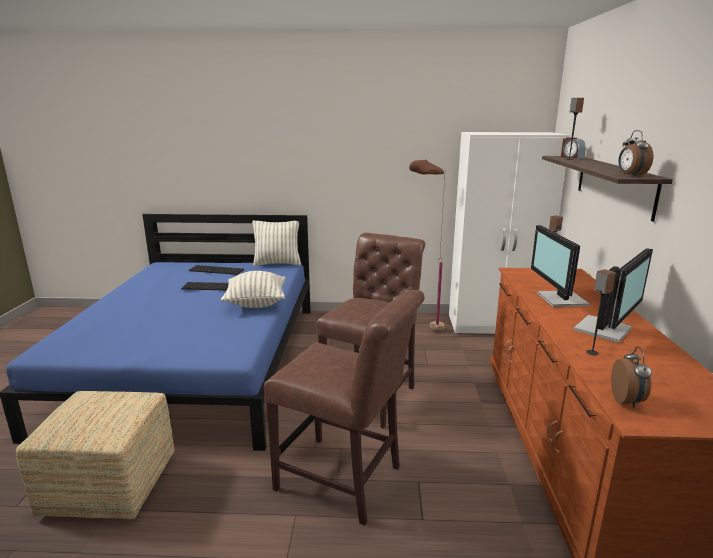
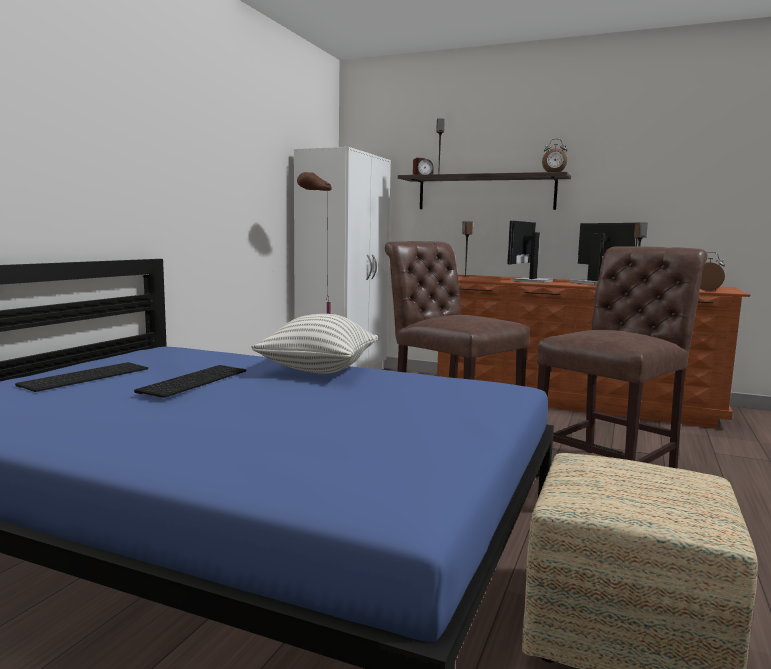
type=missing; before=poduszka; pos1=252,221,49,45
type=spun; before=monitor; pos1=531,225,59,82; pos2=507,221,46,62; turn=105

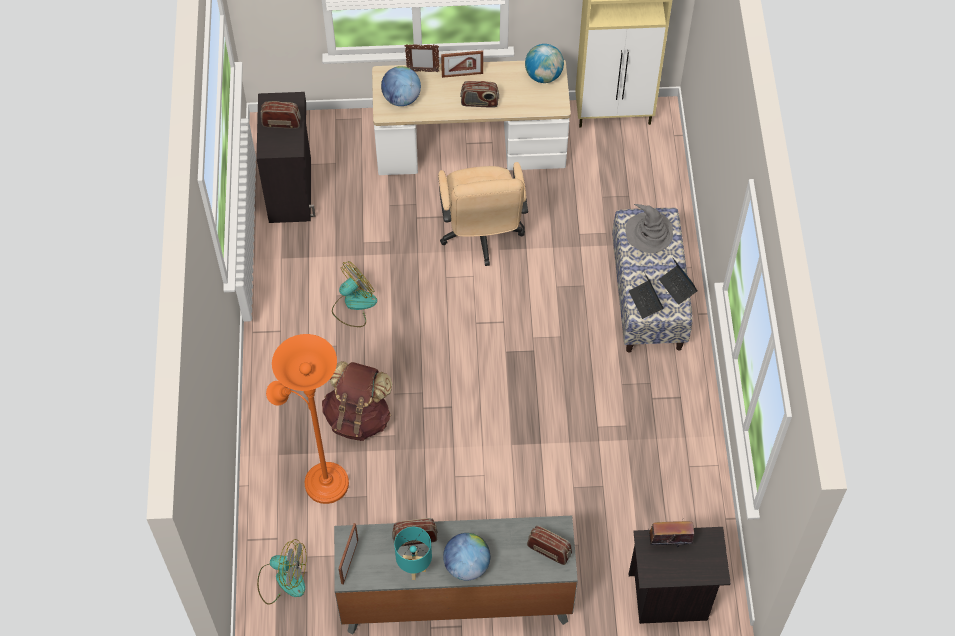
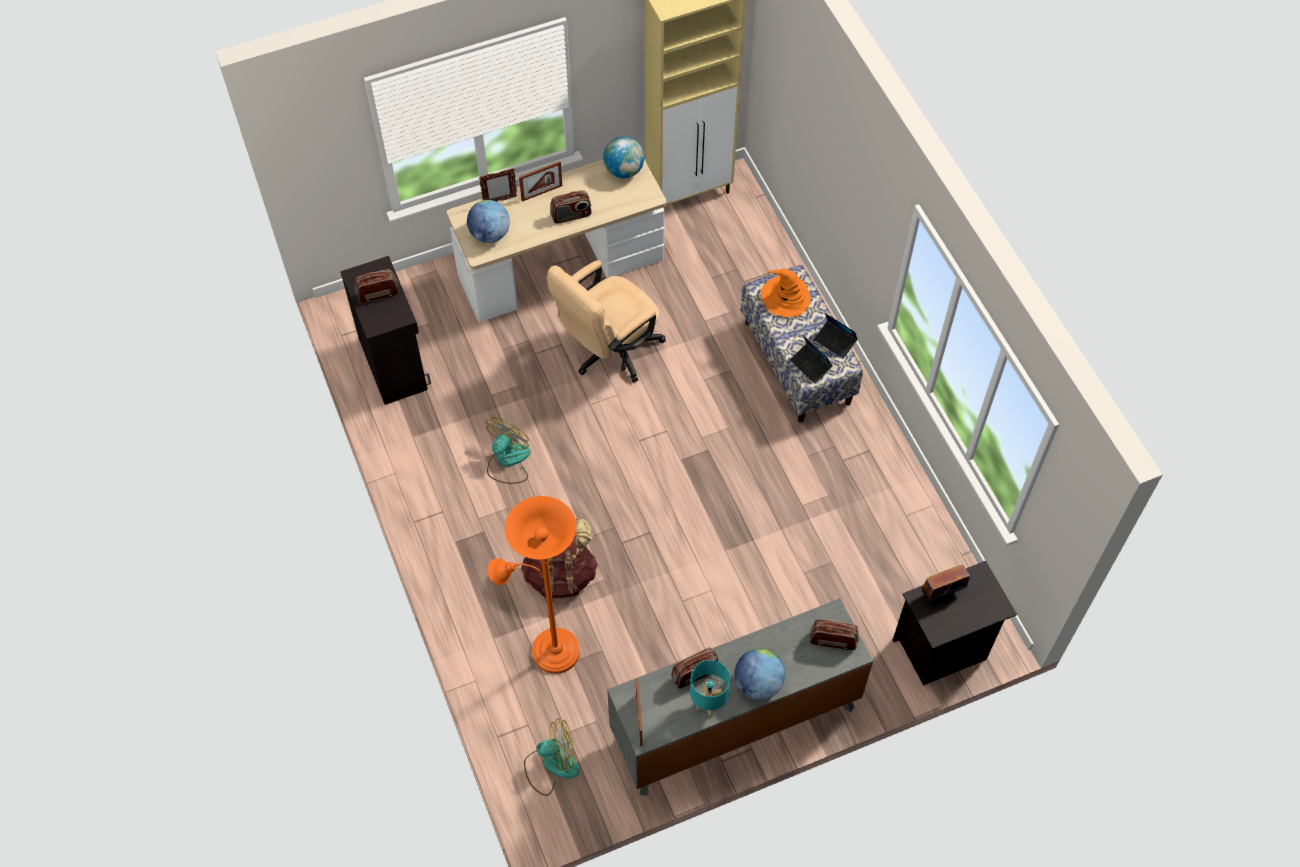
type=colour; before=kapelusz/szary; after=kapelusz/pomarańczowy; pos1=625,204,48,49; pos2=761,268,50,49
type=spun; before=krzesło biurowe/beżowy; pos1=438,162,90,104; pos2=547,260,119,123; turn=75

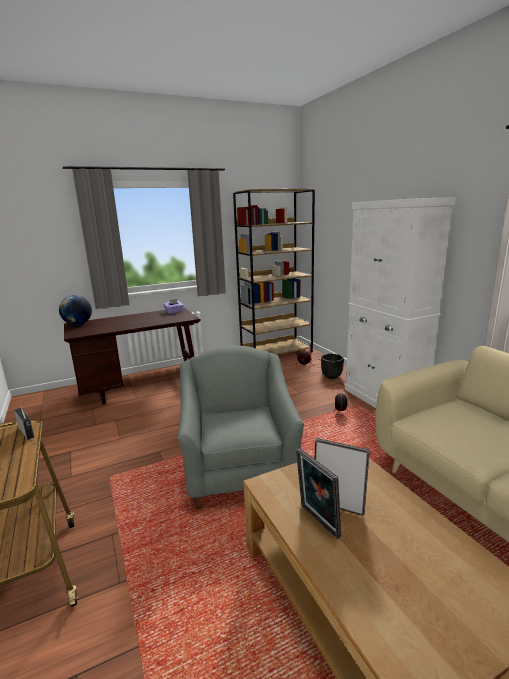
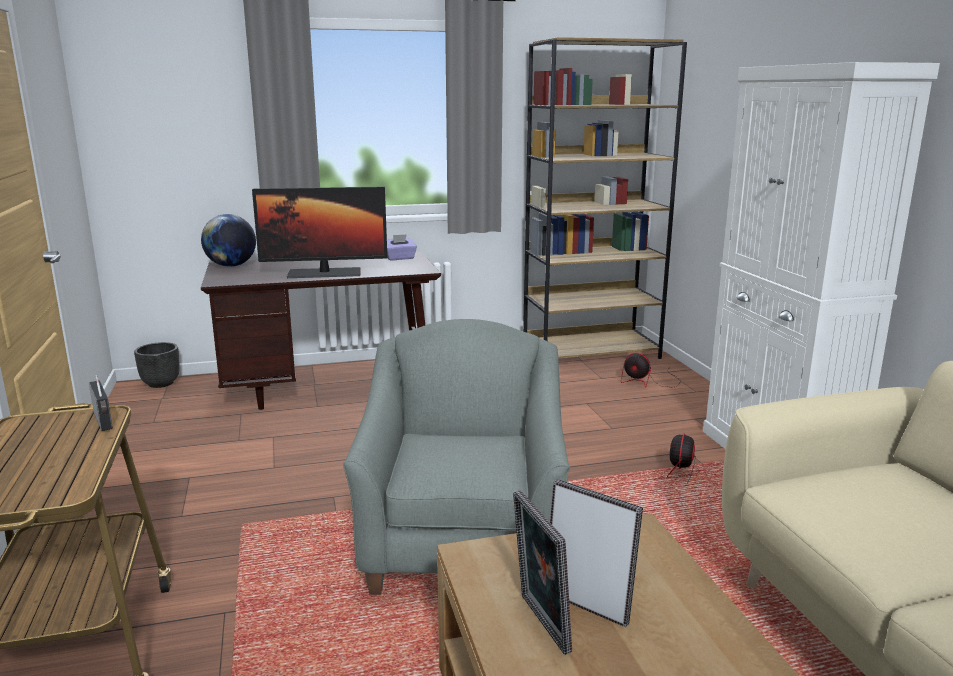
type=appeared; after=monitor; pos2=252,186,135,92
type=relocated; before=donica/czarny; pos1=321,353,23,26; pos2=134,342,46,46

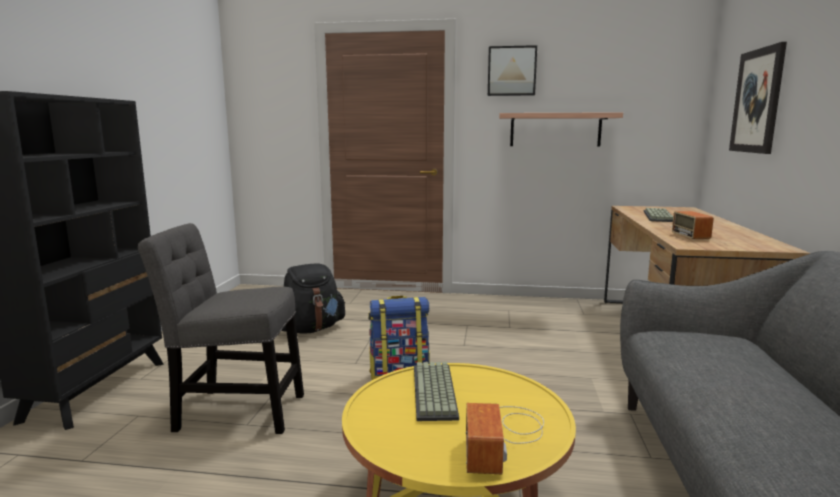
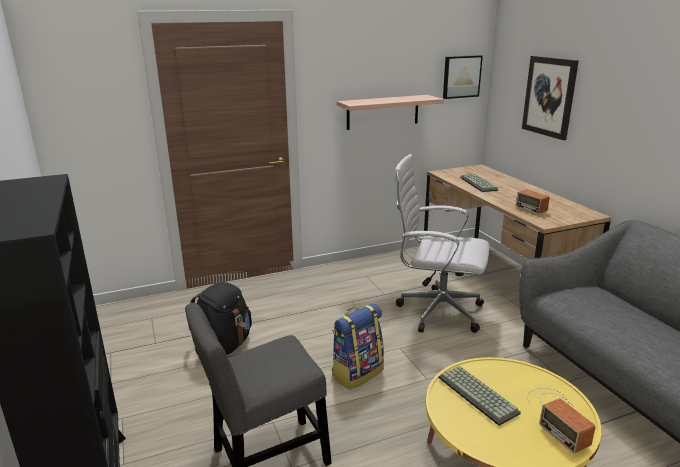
type=appeared; after=krzesło biurowe/biały; pos2=393,154,97,179
type=relocated; before=obraz; pos1=488,45,49,51; pos2=443,55,40,44

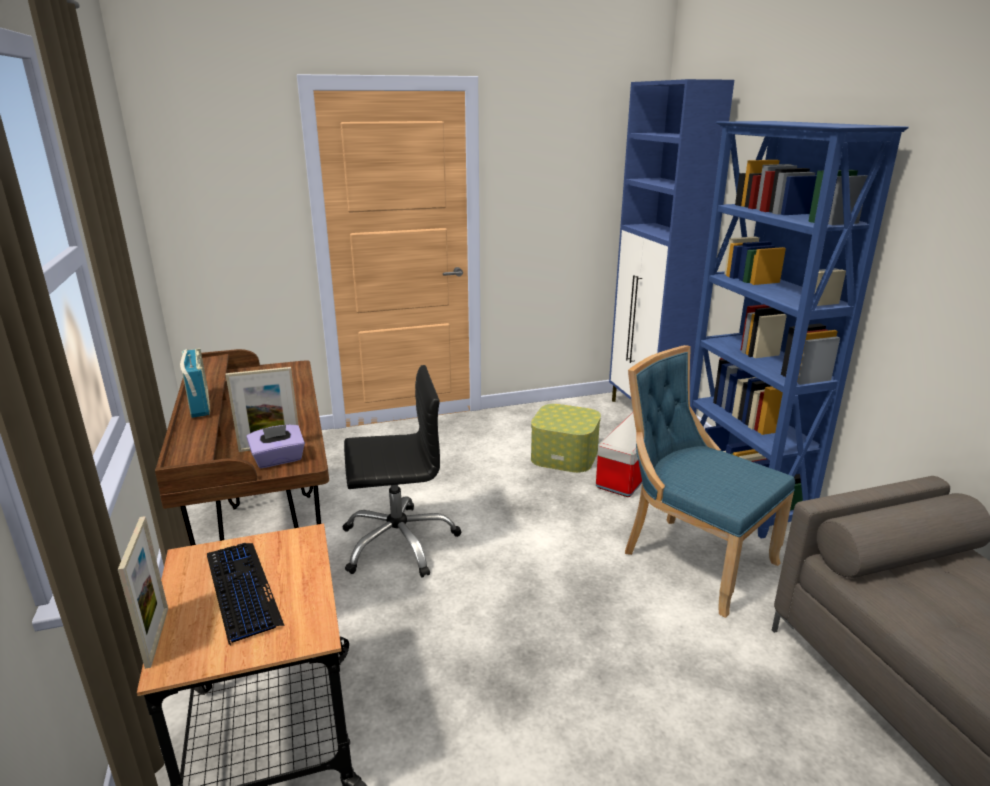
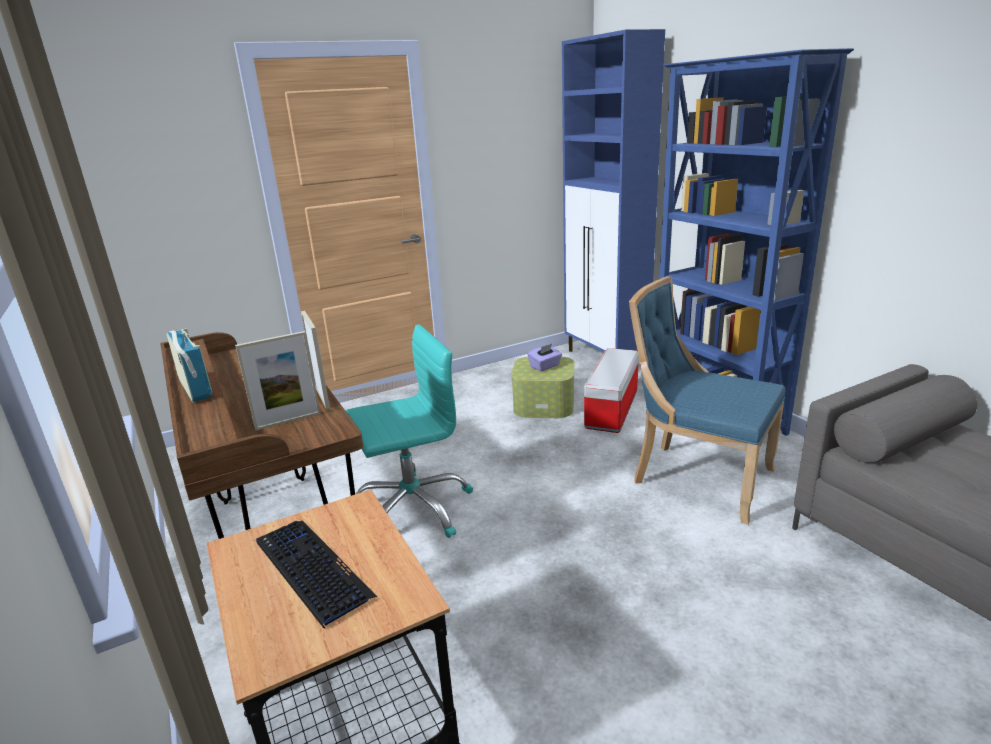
type=relocated; before=ramka na zdjęcie; pos1=118,516,50,153; pos2=301,311,29,98
type=relocated; before=pudełko chusteczek/fioletowy; pos1=246,425,59,43; pos2=527,344,35,27
type=colour; before=krzesło biurowe/czarny; after=krzesło biurowe/turkusowy; pos1=342,365,119,213; pos2=345,324,128,214

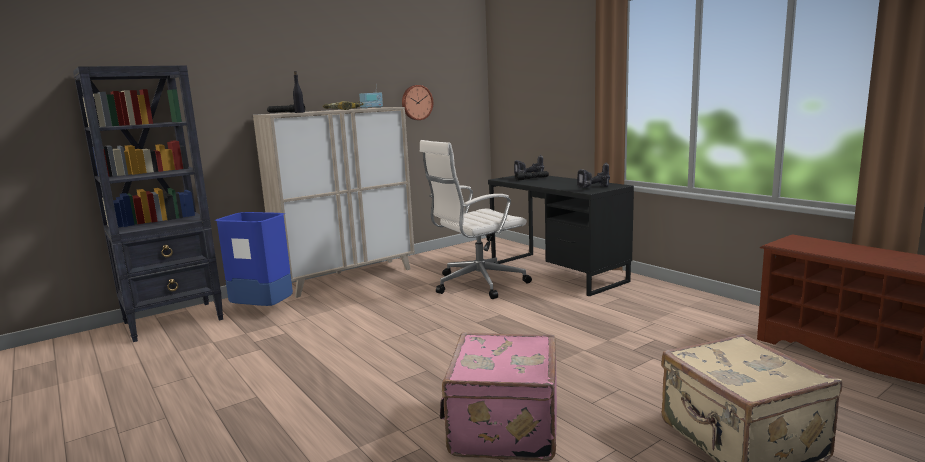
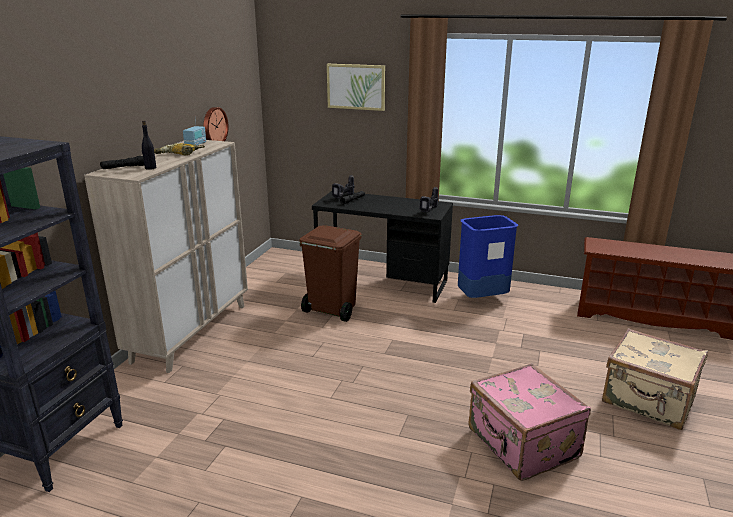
type=appeared; after=obraz; pos2=327,64,58,47
type=relocated; before=kosz na śmieci/niebieski; pos1=215,212,78,94; pos2=458,215,60,83
type=exchanged; before=krzesło biurowe/biały; after=kosz na śmieci/brązowy; pos1=420,140,112,159; pos2=299,225,63,97

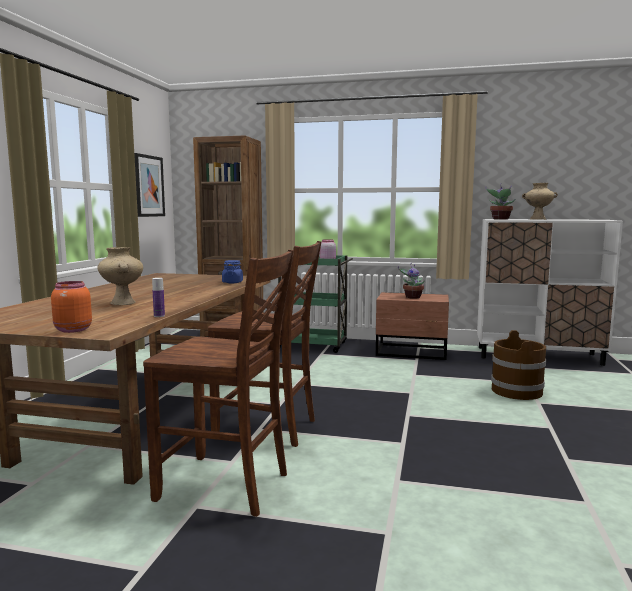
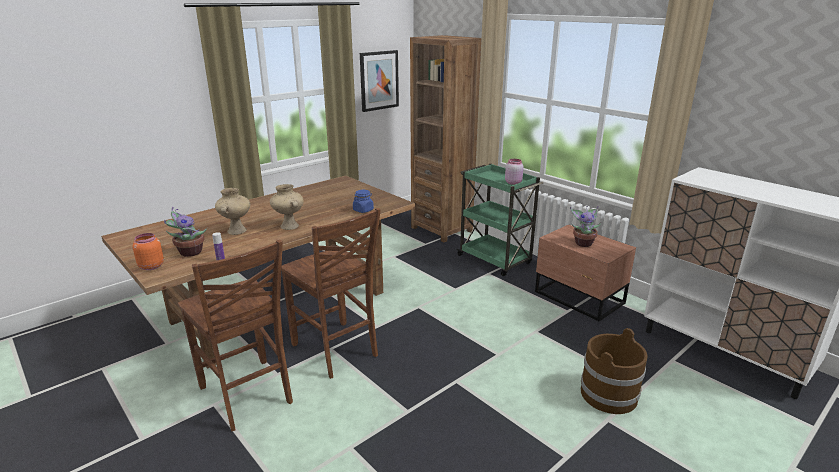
type=relocated; before=roślina doniczkowa; pos1=485,183,30,37; pos2=164,207,43,50
type=relocated; before=wazon/beżowy; pos1=522,183,36,37; pos2=270,184,34,46

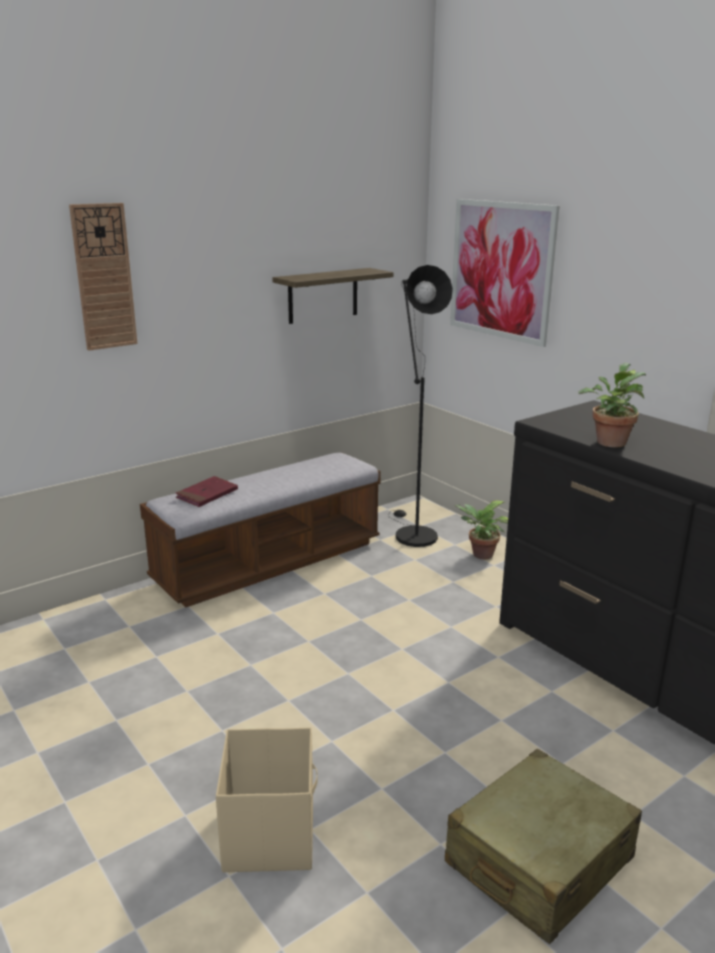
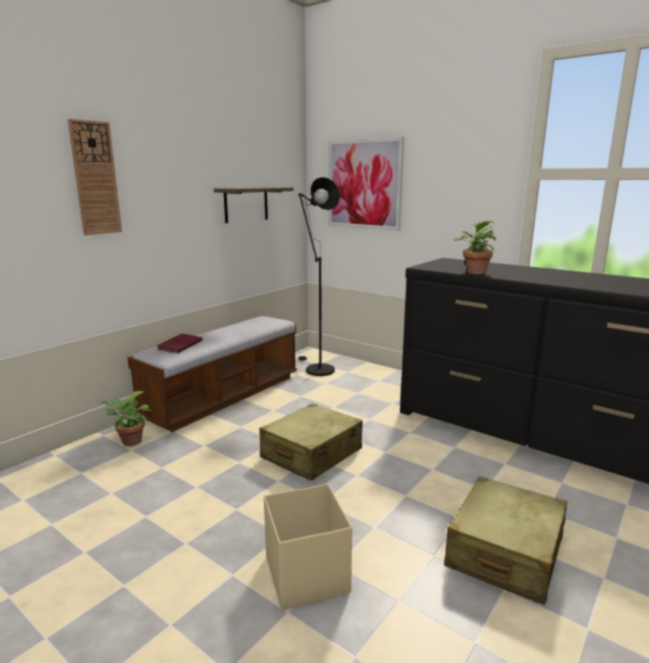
type=appeared; after=walizka/beżowy; pos2=259,404,103,77
type=relocated; before=roślina doniczkowa; pos1=455,501,53,58; pos2=97,391,54,55

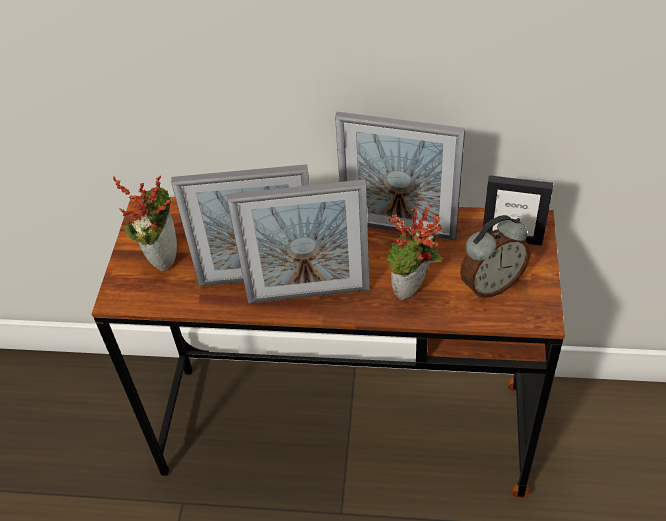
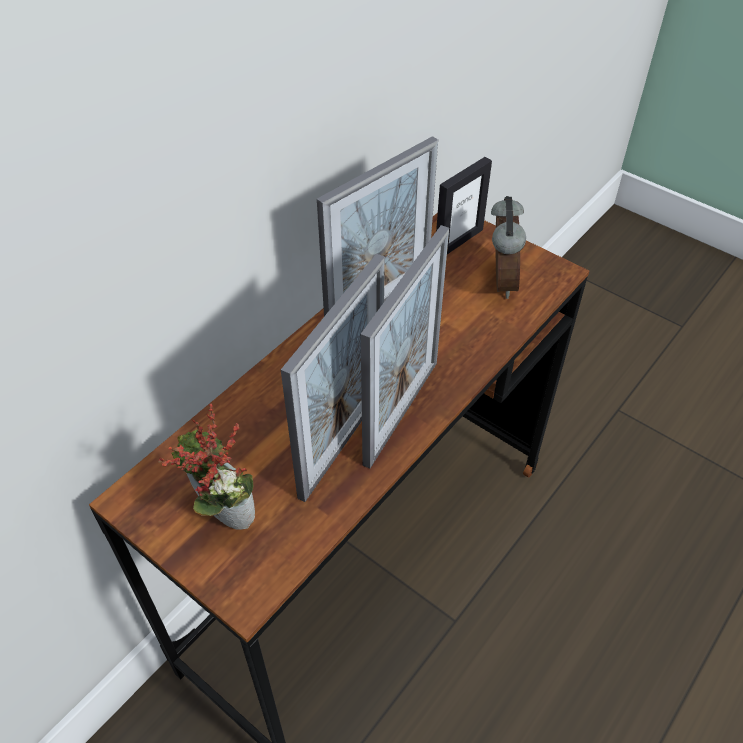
type=missing; before=roślina doniczkowa; pos1=387,205,56,95

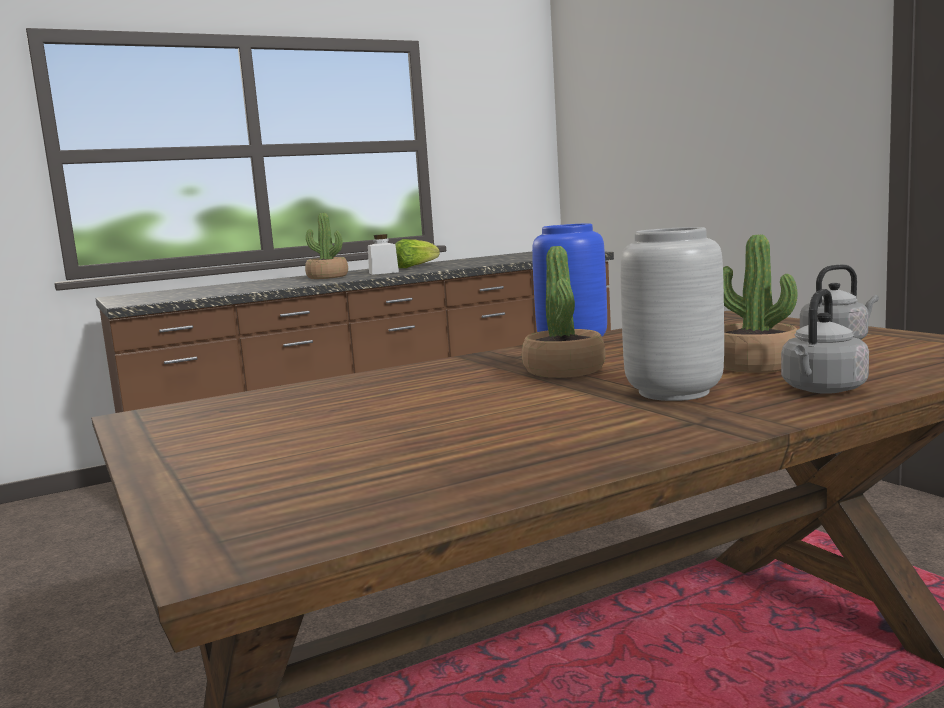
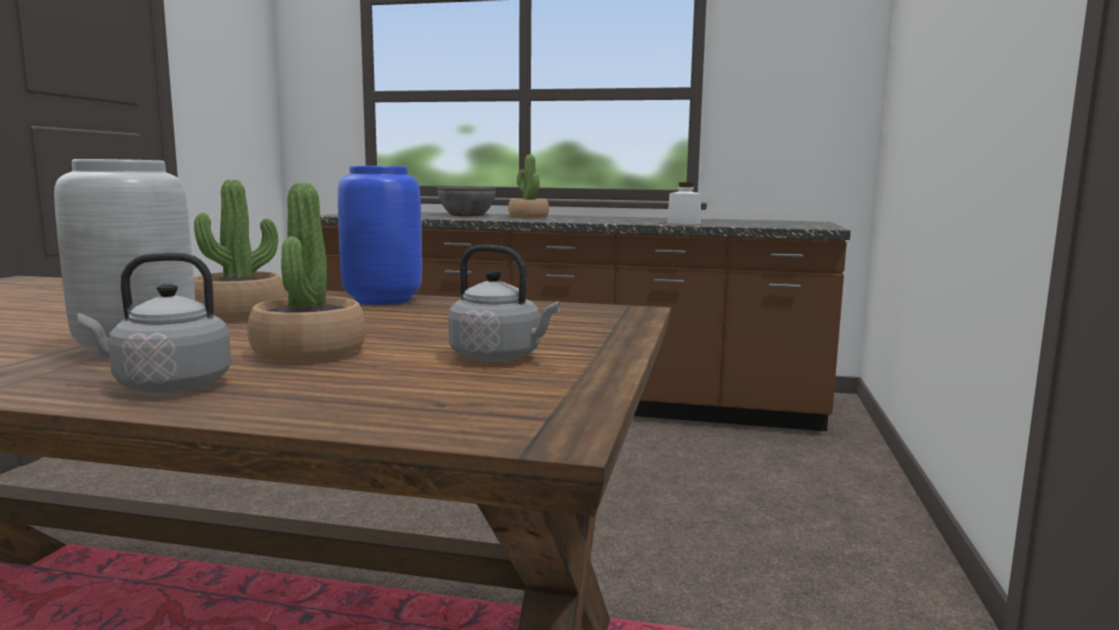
type=missing; before=sałata; pos1=395,239,45,29
type=appeared; after=miska/szary; pos2=436,187,61,29
type=relocated; before=słoik/biały; pos1=368,234,31,41; pos2=667,182,34,42

